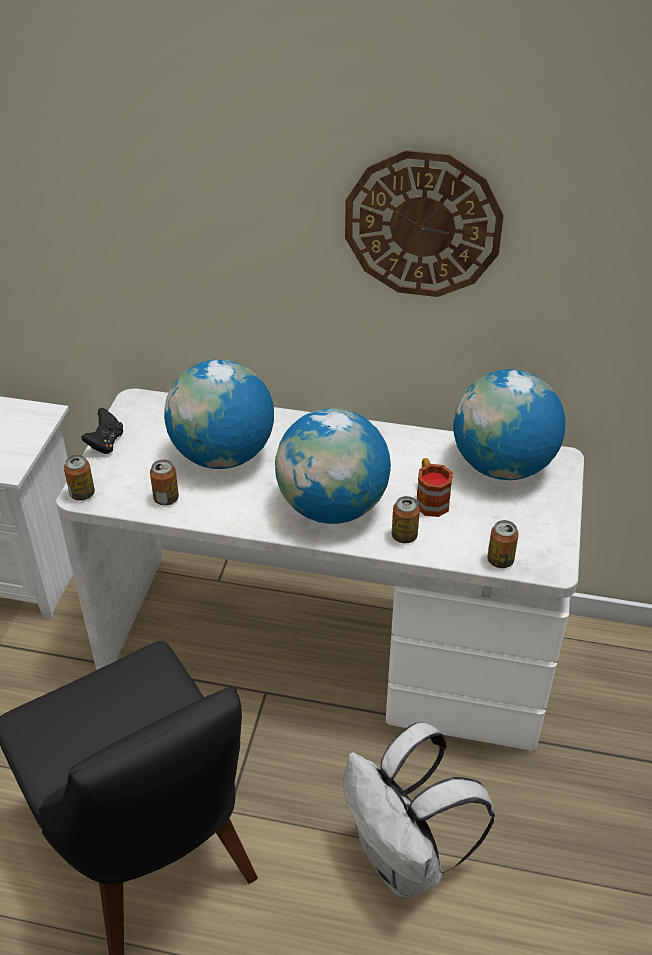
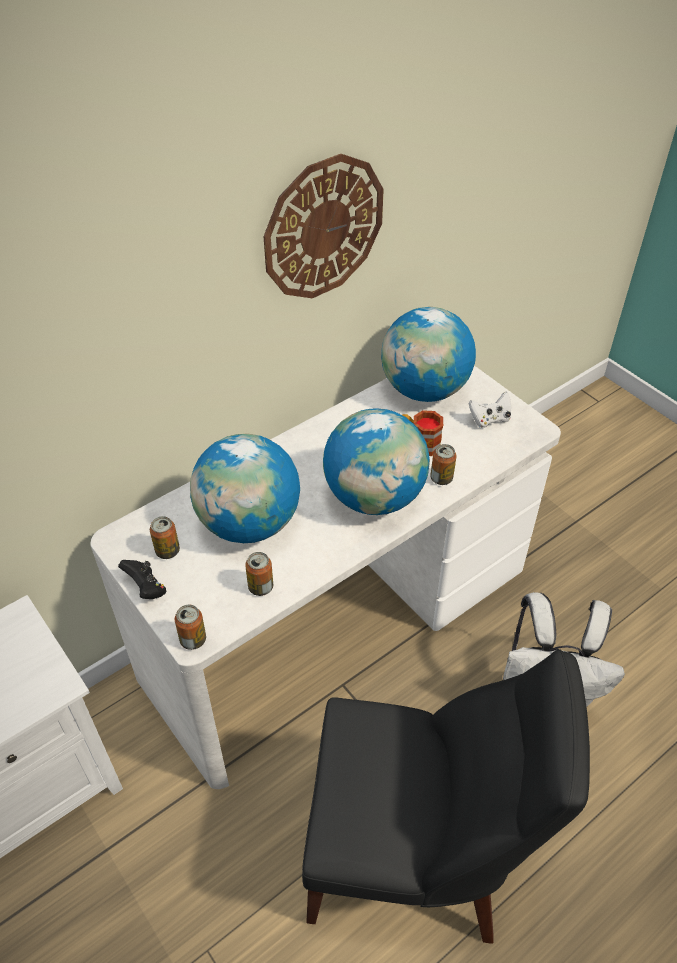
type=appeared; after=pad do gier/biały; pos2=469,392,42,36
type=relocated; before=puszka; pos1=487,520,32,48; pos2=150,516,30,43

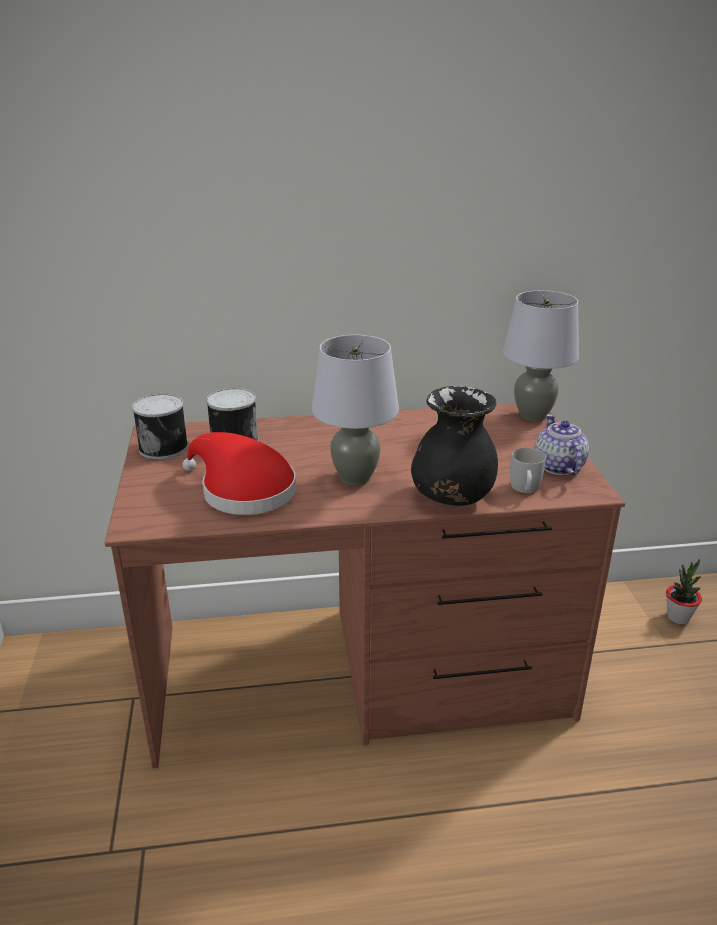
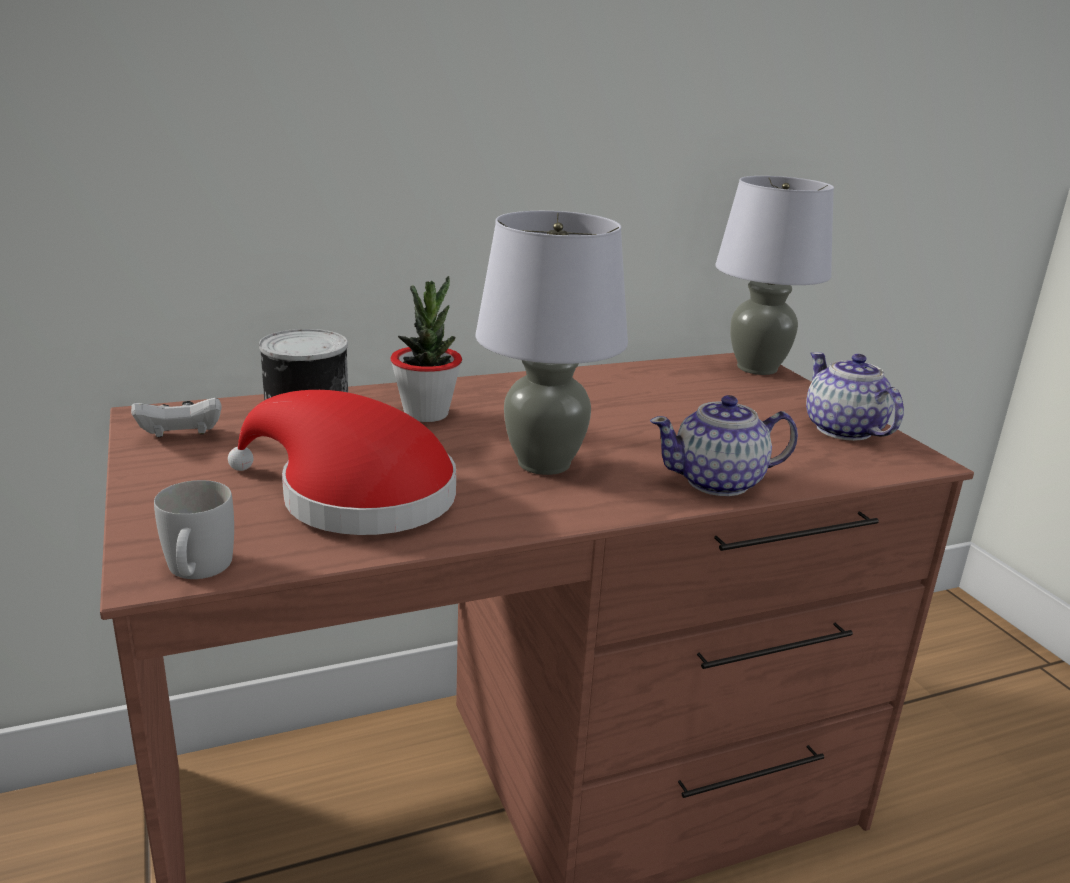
type=relocated; before=kubek/biały; pos1=510,448,36,45; pos2=154,480,80,99
type=relocated; before=roślina doniczkowa; pos1=666,559,36,65; pos2=390,276,72,146
type=exchanged; before=puszka; after=pad do gier/biały; pos1=132,394,56,66; pos2=131,398,91,40
type=exchanged; before=wazon/czarny; after=imbryk; pos1=411,386,87,120; pos2=650,395,148,101

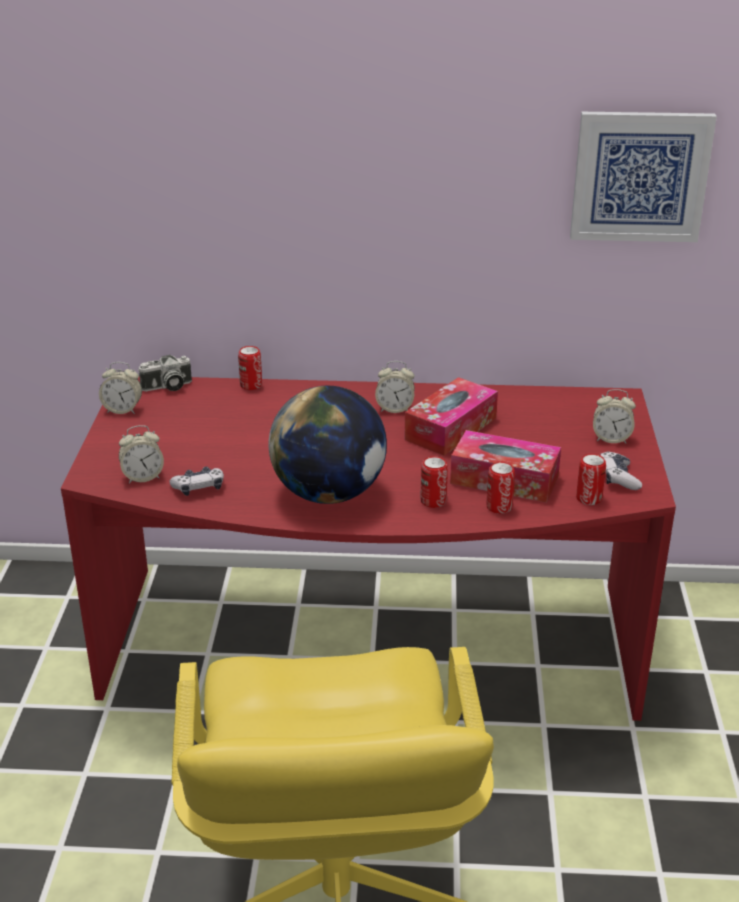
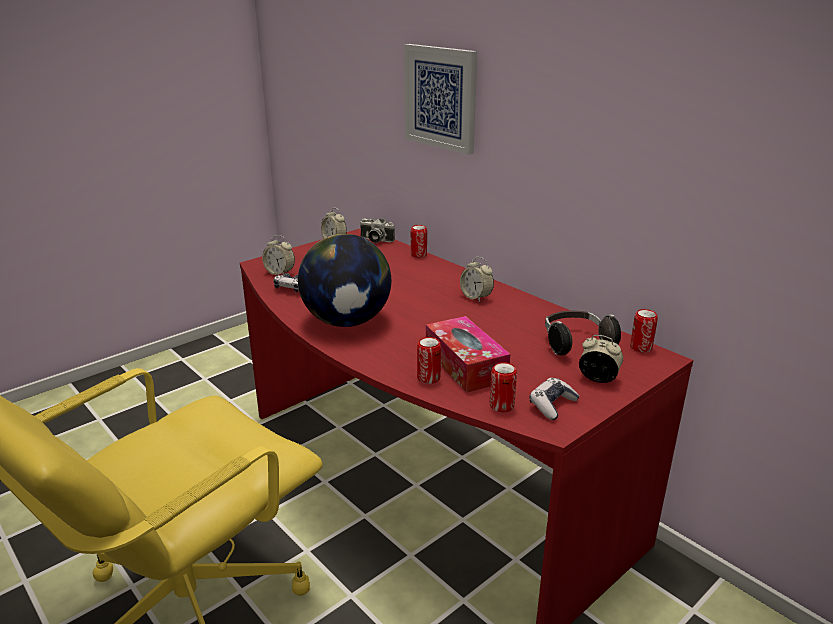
type=missing; before=pudełko chusteczek; pos1=404,377,94,79
type=appeared; after=słuchawki; pos2=545,311,76,45
type=relocated; before=puszka; pos1=420,456,28,52; pos2=630,309,28,44
type=relocated; before=obraz; pos1=570,112,147,130; pos2=404,44,73,111
type=spun; before=budzik; pos1=593,389,43,55; pos2=579,335,44,48; turn=150

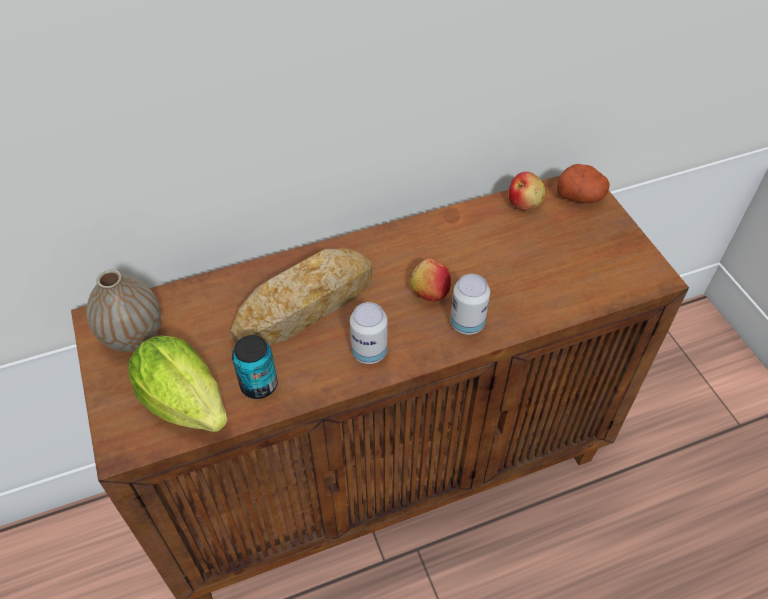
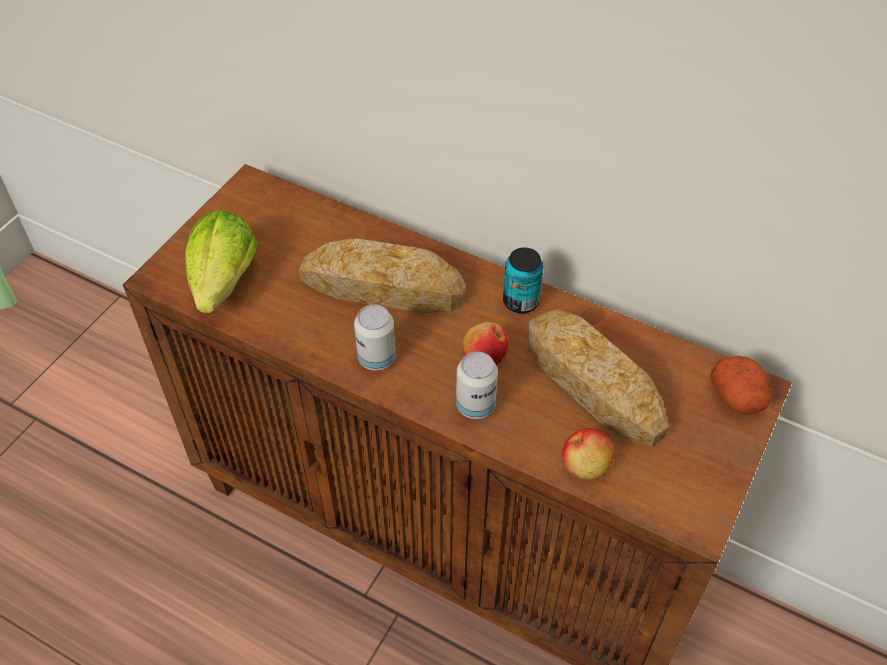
type=missing; before=wazon; pos1=86,270,75,82
type=appeared; after=chleb; pos2=528,309,141,138
type=relocated; before=puszka; pos1=232,335,46,64; pos2=503,248,41,66
type=relocated; before=jabłko; pos1=509,172,37,38; pos2=562,428,52,52

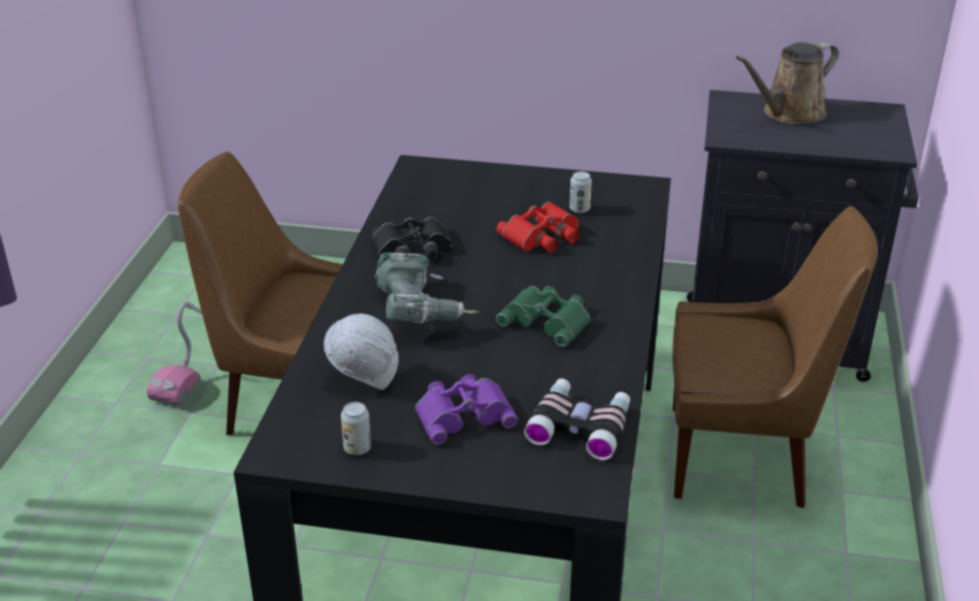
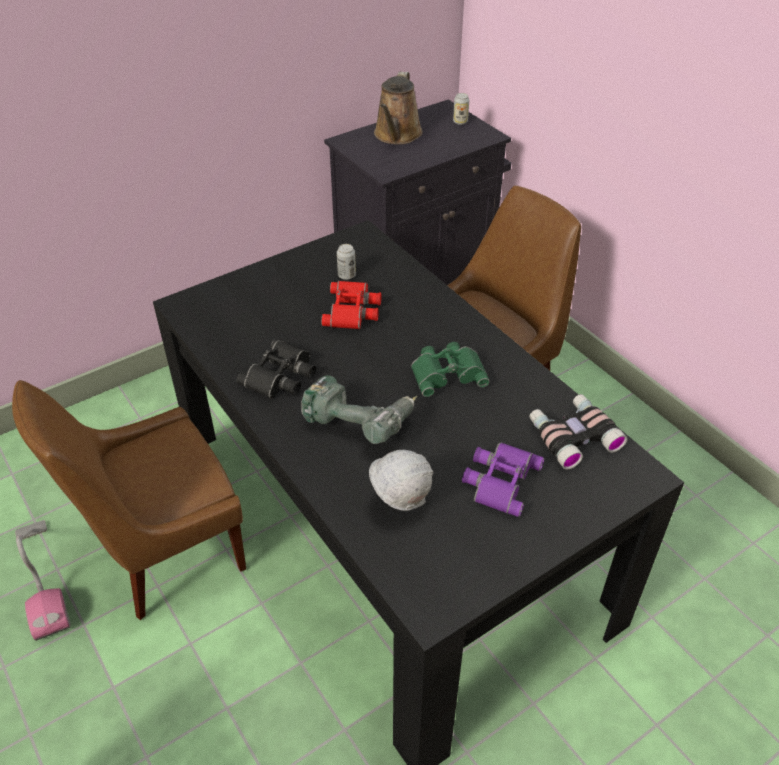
type=relocated; before=puszka; pos1=341,402,30,53; pos2=453,93,16,32

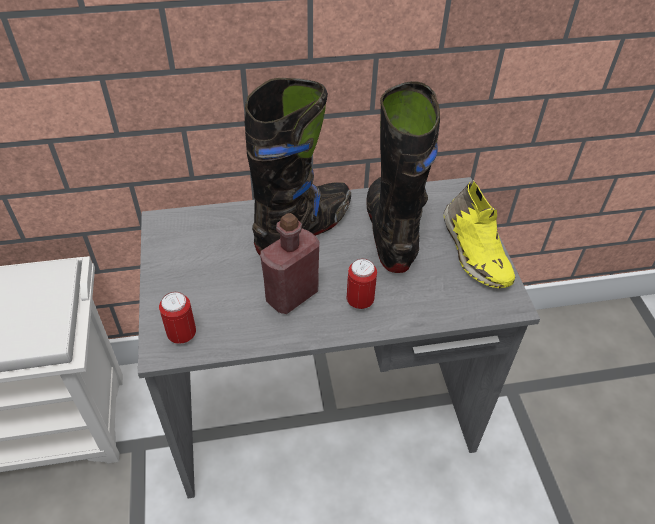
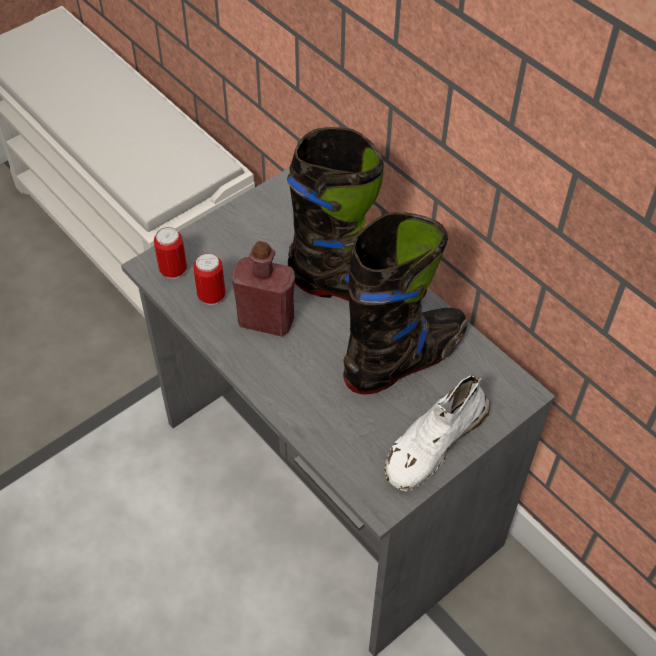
type=relocated; before=puszka; pos1=347,259,30,51; pos2=193,253,33,52
type=colour; before=but/żółty; after=but/biały; pos1=444,180,71,108; pos2=385,375,106,116

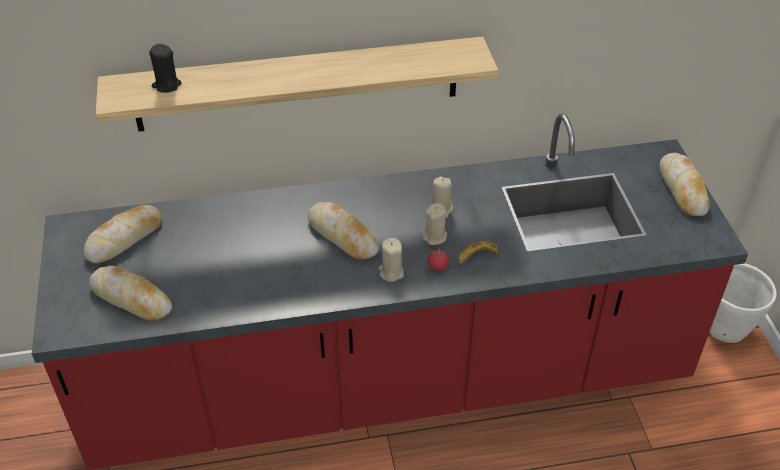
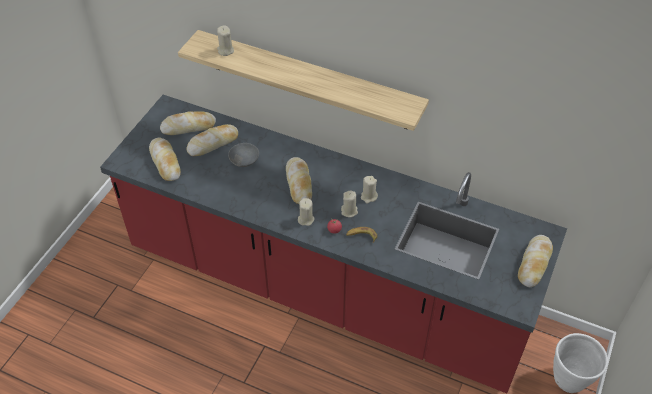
type=appeared; after=chleb; pos2=187,124,51,32
type=appeared; after=miska/szary; pos2=228,143,31,24
type=colour; before=świeca/czarny; after=świeca/beżowy; pos1=149,44,32,49; pos2=217,26,17,30

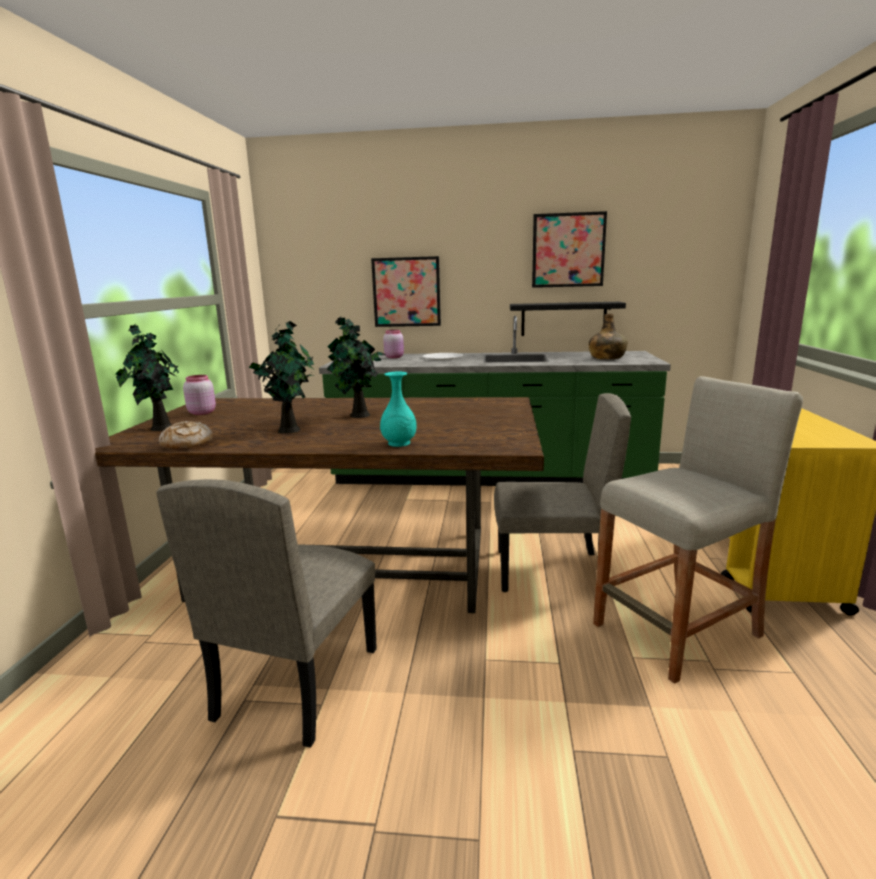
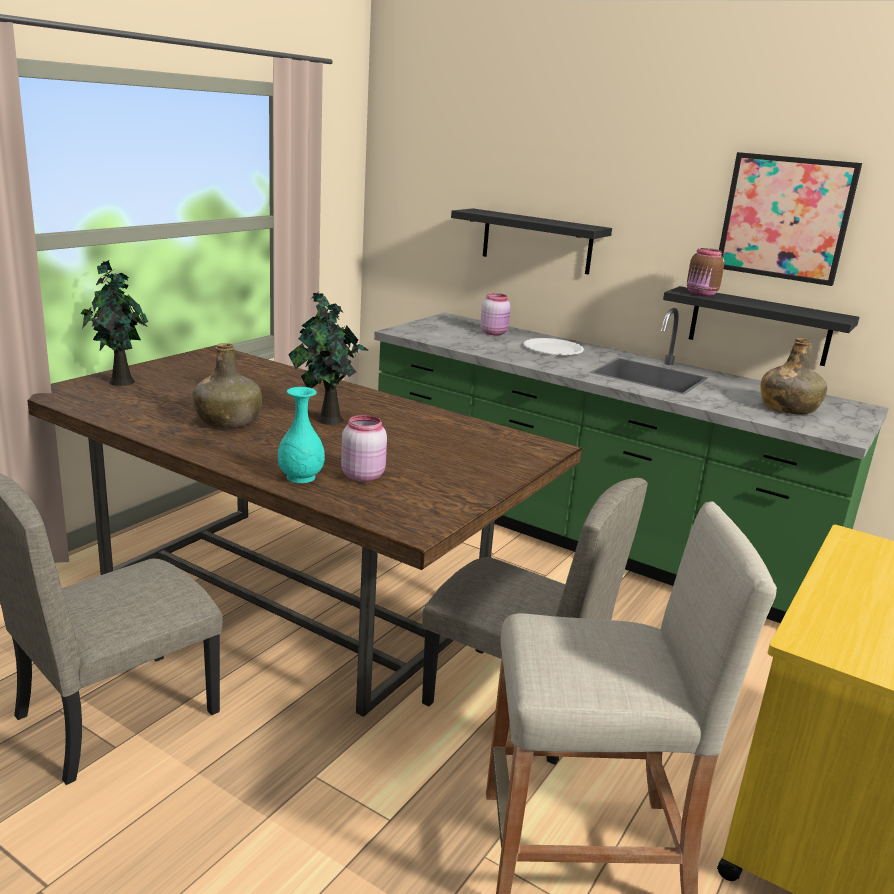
type=missing; before=chleb; pos1=159,421,54,28
type=appeared; after=słoik/brązowy; pos2=687,248,37,48
type=relocated; before=słoik/różowy; pos1=183,375,33,40; pos2=341,415,46,67
type=exchanged; before=roślina doniczkowa; after=butelka/zielony; pos1=249,321,66,113; pos2=192,343,70,85
type=exchanged; before=obraz; after=półka/czarny; pos1=371,256,70,71; pos2=451,208,161,67

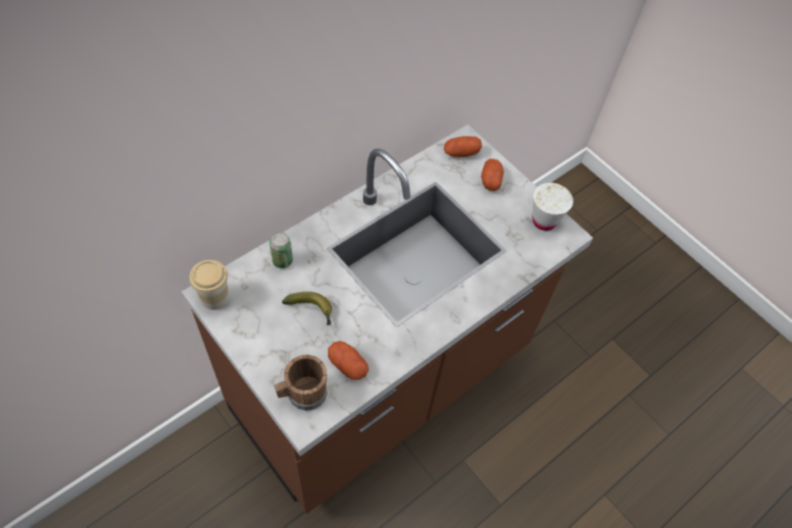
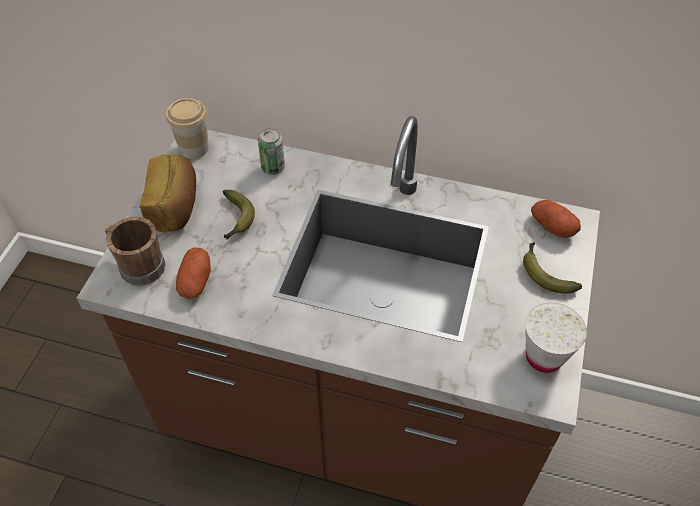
type=appeared; after=chleb; pos2=140,155,56,77
type=exchanged; before=ziemniak; after=banan; pos1=481,159,23,32; pos2=523,242,59,52

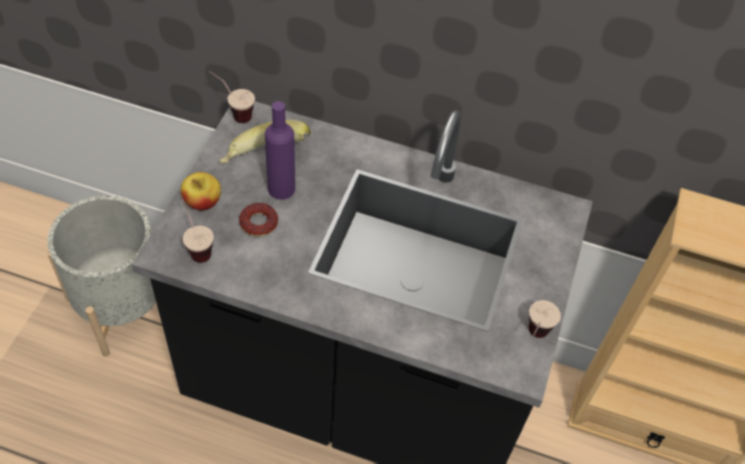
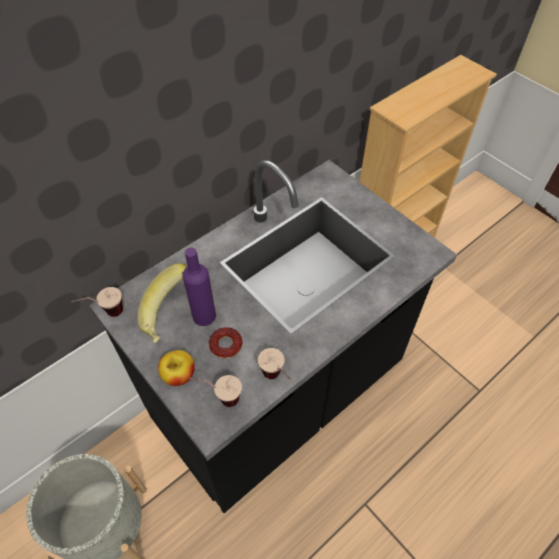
type=relocated; before=filiżanka; pos1=528,300,33,38; pos2=258,348,33,32

